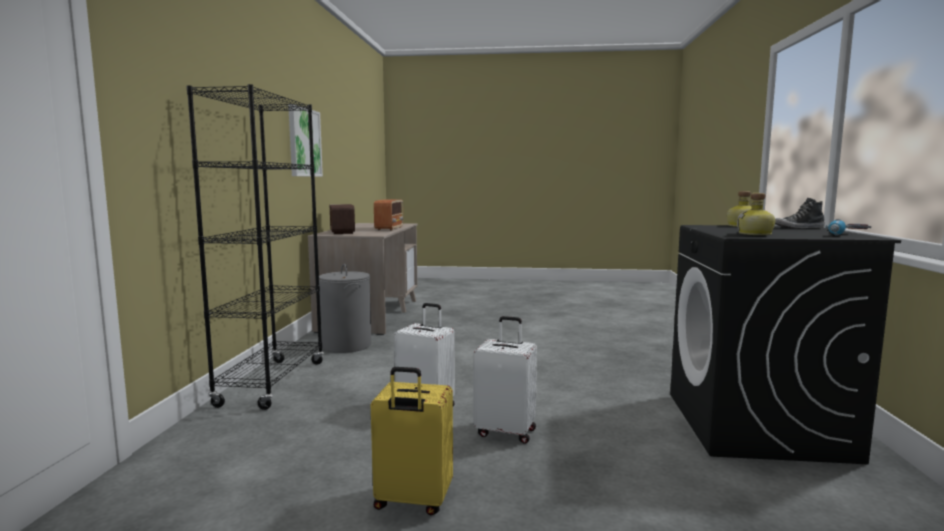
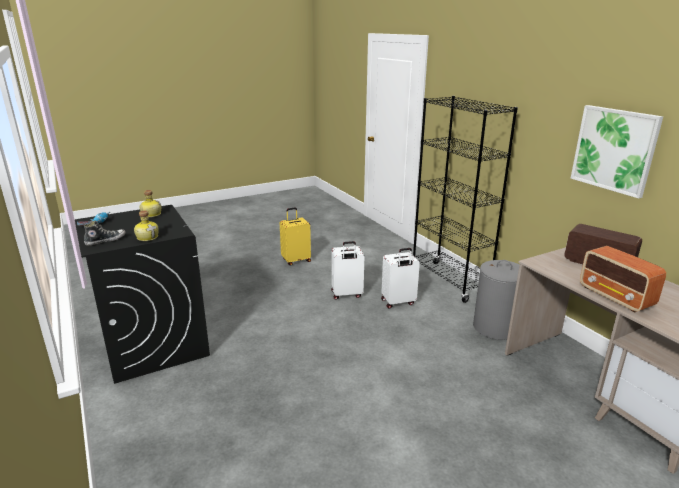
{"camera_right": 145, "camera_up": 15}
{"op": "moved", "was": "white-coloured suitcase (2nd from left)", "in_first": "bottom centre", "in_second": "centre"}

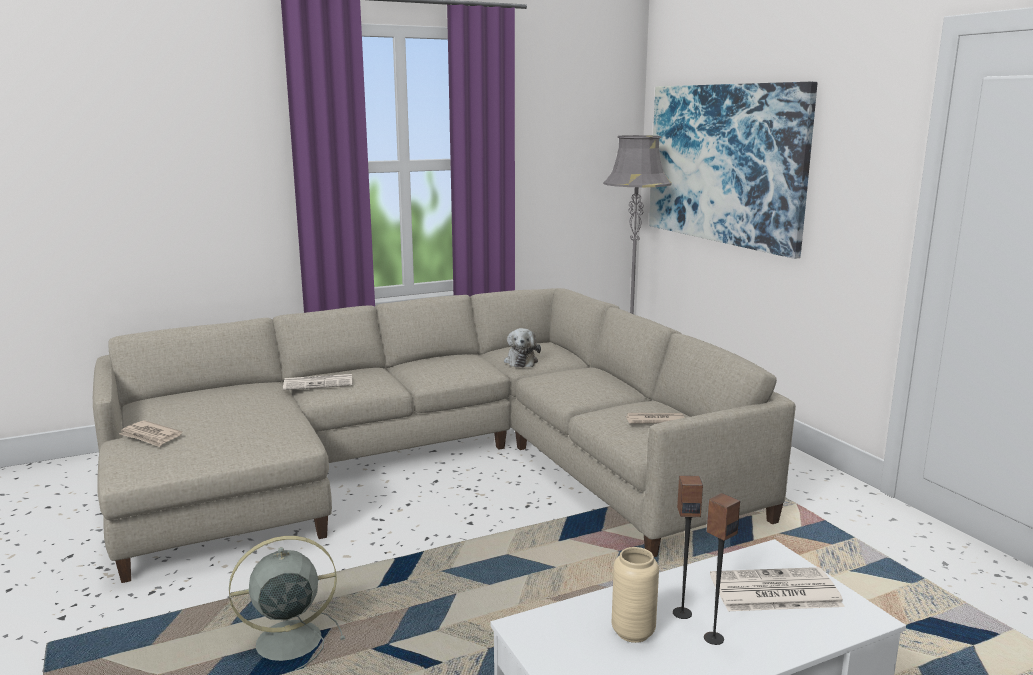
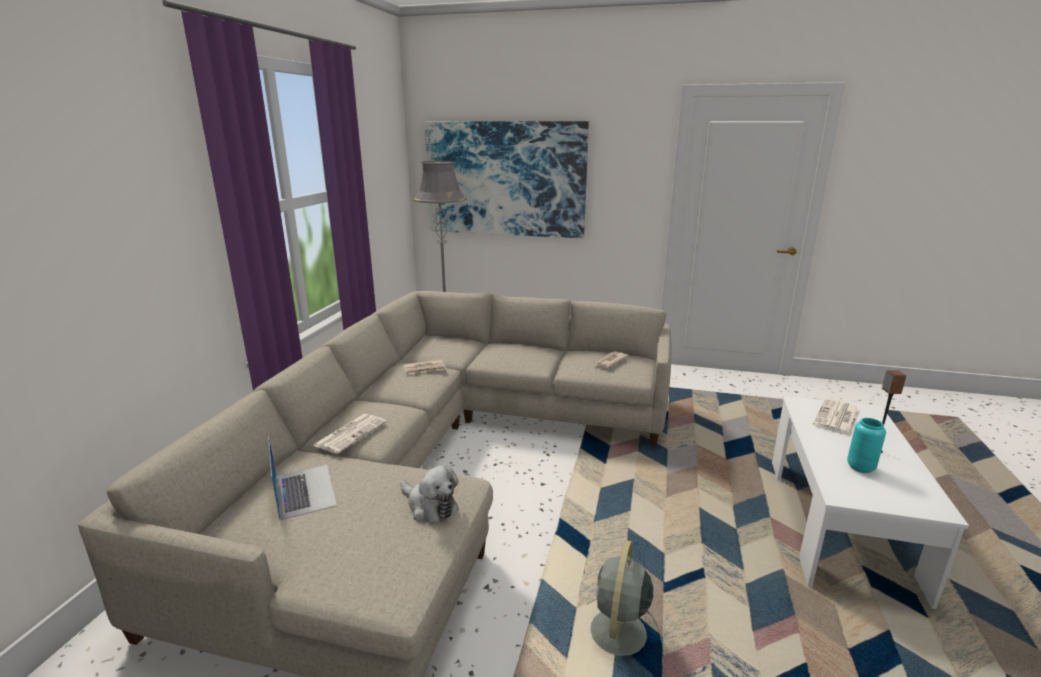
{"camera_right": -50, "camera_up": 5}
{"op": "added", "now": "notebook computer", "in_second": "bottom left"}
{"op": "moved", "was": "soft toy", "in_first": "centre", "in_second": "bottom centre"}
{"op": "moved", "was": "printed paper (1st from left in the first image)", "now": "printed paper (2nd from left)", "in_first": "middle left", "in_second": "centre"}
{"op": "recoloured", "was": "beige flower vase", "now": "blue-green flower vase", "in_first": "bottom centre", "in_second": "middle right"}
{"op": "removed", "was": "audio speaker (1st from left)", "in_first": "bottom centre"}

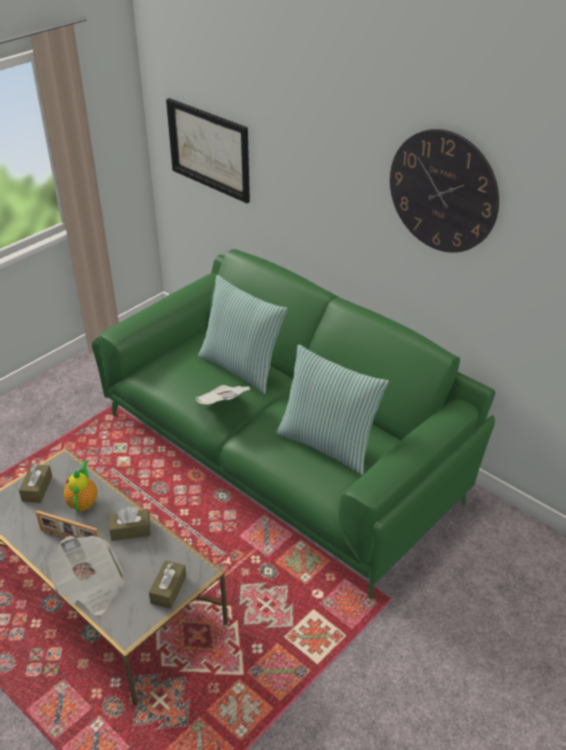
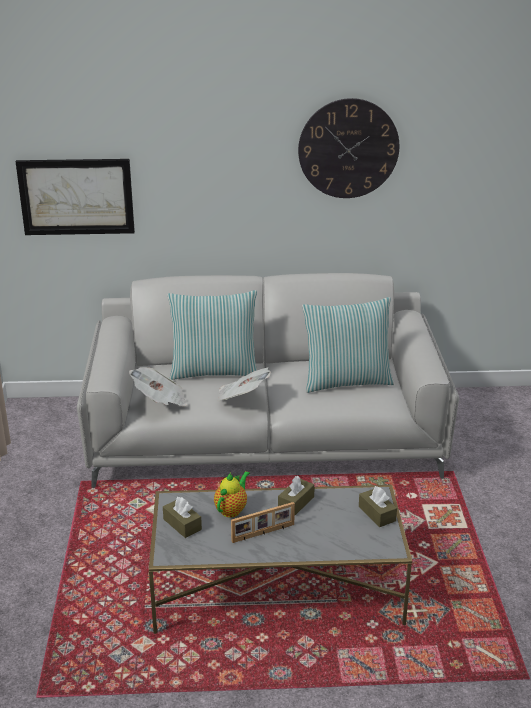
{"camera_right": -45, "camera_up": -10}
{"op": "recoloured", "was": "green-coloured sofa", "now": "greyish sofa", "in_first": "centre", "in_second": "centre"}
{"op": "moved", "was": "printed paper (1st from left)", "in_first": "bottom left", "in_second": "middle left"}
{"op": "turned", "was": "pot for tea", "in_first": "middle left", "in_second": "bottom centre", "clockwise": 75}

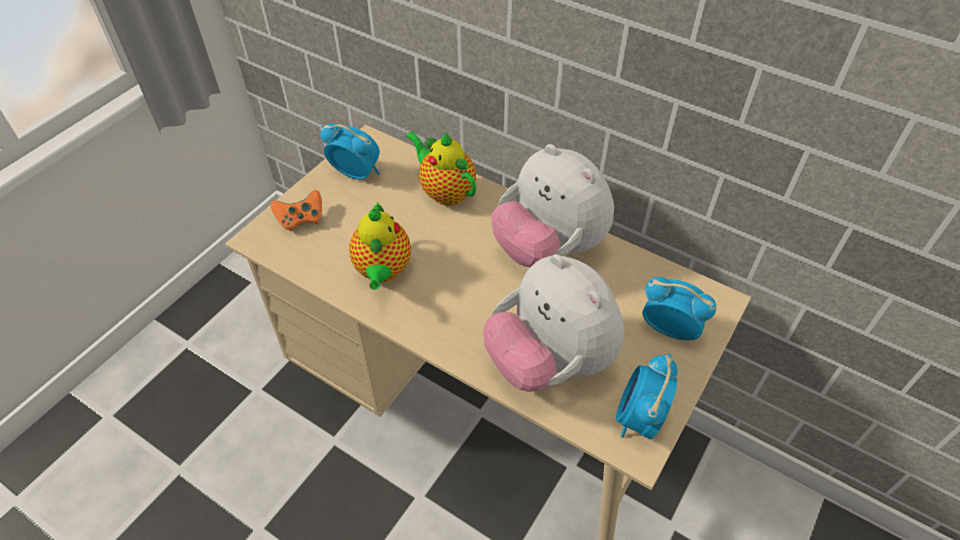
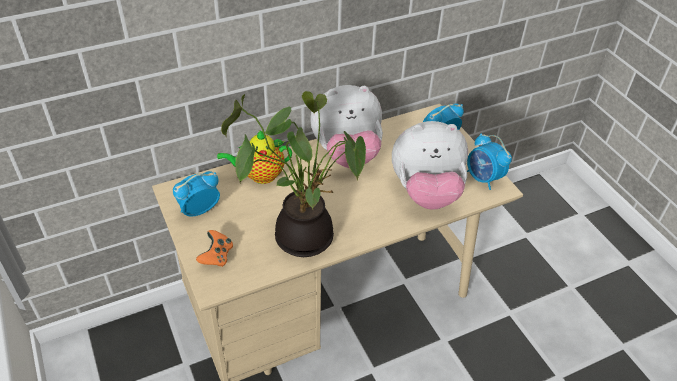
{"camera_right": -60, "camera_up": -5}
{"op": "replaced", "was": "pot for tea (1st from left)", "now": "plant in a pot", "in_first": "centre", "in_second": "centre"}

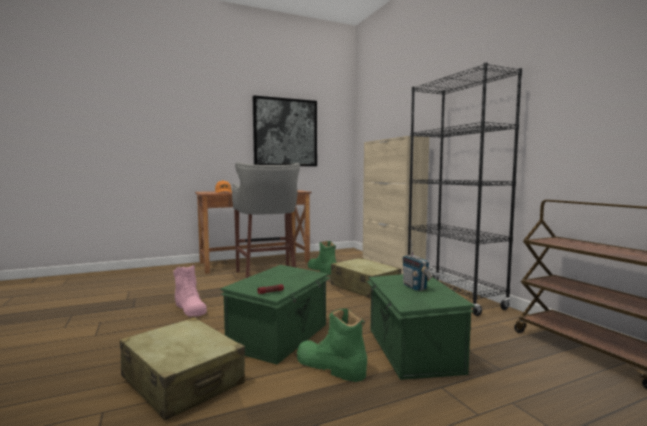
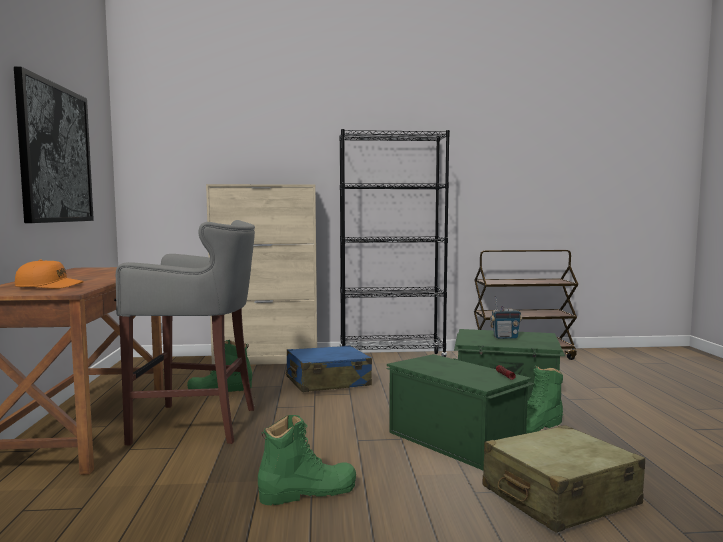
{"camera_right": -70, "camera_up": 0}
{"op": "recoloured", "was": "pink-coloured tall boot", "now": "green-coloured tall boot (2nd from left)", "in_first": "bottom left", "in_second": "bottom centre"}
{"op": "recoloured", "was": "beige suitcase (2nd from left)", "now": "blue suitcase", "in_first": "centre", "in_second": "bottom centre"}

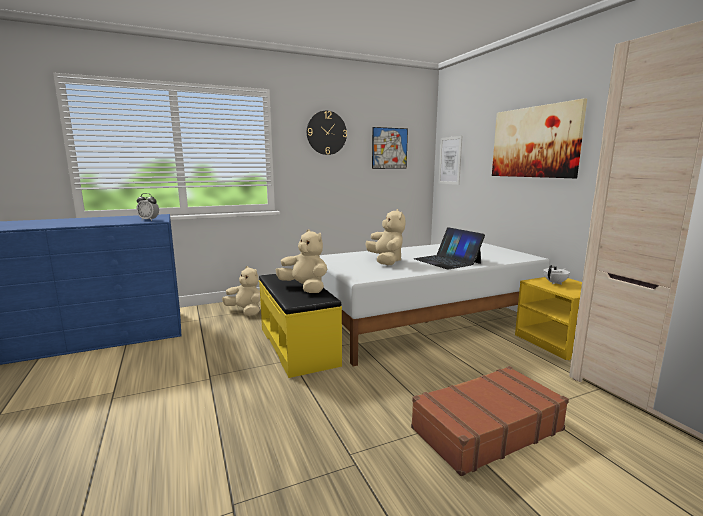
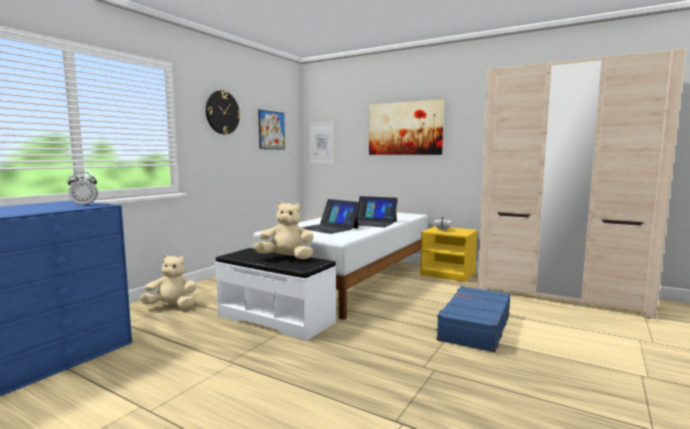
{"camera_right": -35, "camera_up": -5}
{"op": "recoloured", "was": "yellow-coloured indoor bench", "now": "white-coloured indoor bench", "in_first": "centre", "in_second": "bottom centre"}
{"op": "replaced", "was": "beige soft toy (3rd from left)", "now": "notebook computer (1st from left)", "in_first": "centre", "in_second": "centre"}
{"op": "recoloured", "was": "brownish suitcase", "now": "blue suitcase", "in_first": "bottom right", "in_second": "bottom right"}

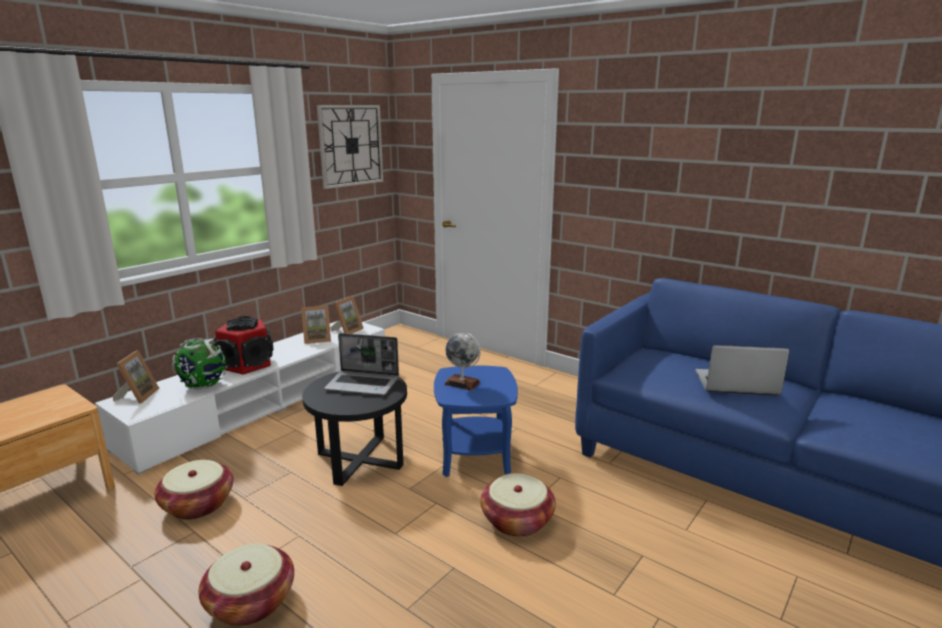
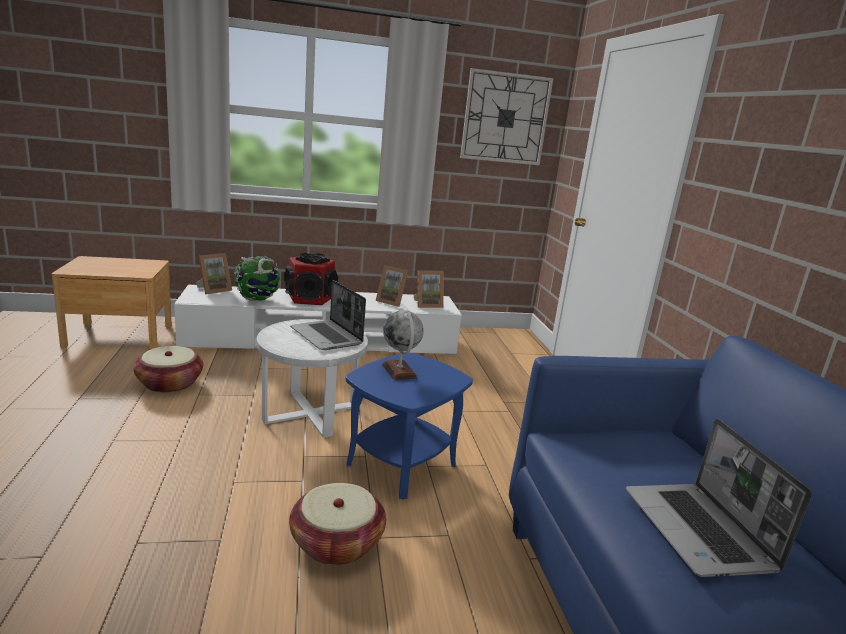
{"camera_right": 40, "camera_up": 0}
{"op": "recoloured", "was": "blackish end table", "now": "white-coloured end table", "in_first": "bottom centre", "in_second": "centre"}
{"op": "turned", "was": "notebook computer (2nd from left)", "in_first": "middle right", "in_second": "bottom right", "clockwise": -150}
{"op": "removed", "was": "basket (2nd from left)", "in_first": "bottom left"}

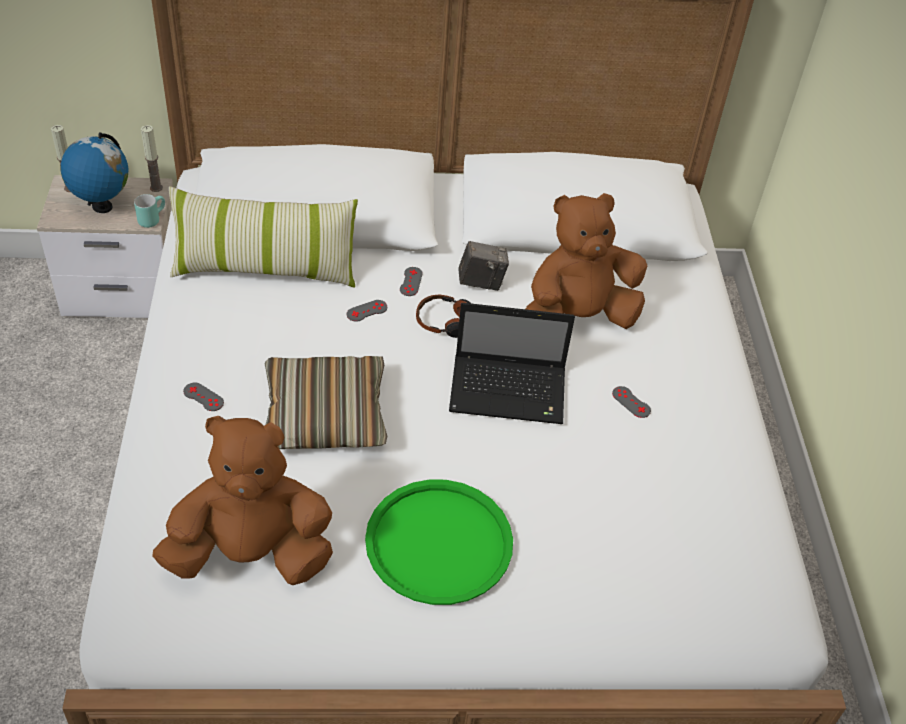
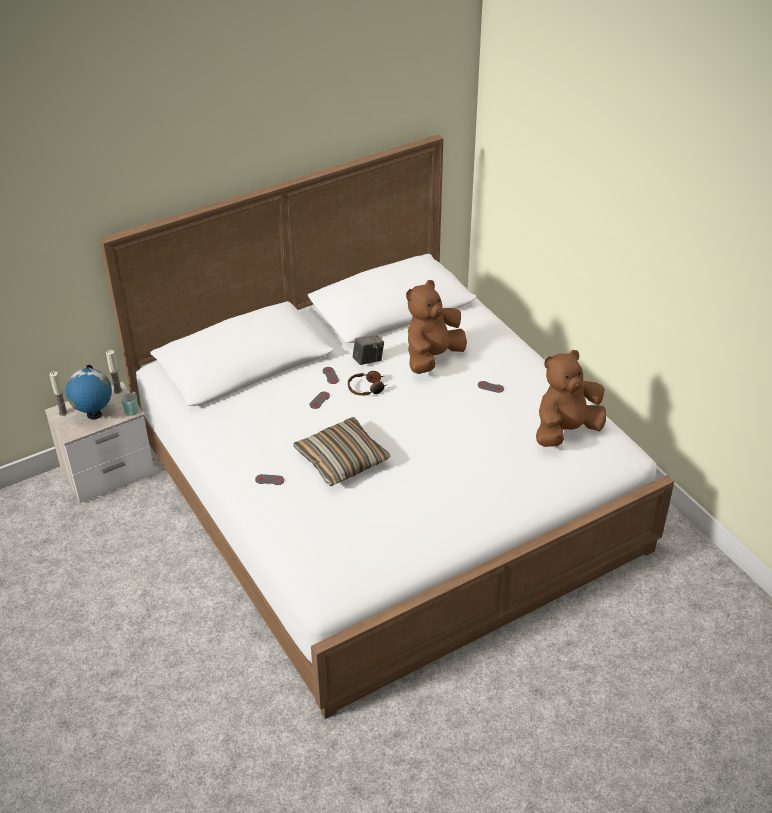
{"camera_right": -25, "camera_up": -5}
{"op": "moved", "was": "brownish soft toy (1st from left in the first image)", "now": "brownish soft toy (2nd from left)", "in_first": "bottom left", "in_second": "middle right"}
{"op": "removed", "was": "pillow (1st from left)", "in_first": "top left"}
{"op": "removed", "was": "green-coloured serving tray", "in_first": "bottom centre"}
{"op": "removed", "was": "notebook computer", "in_first": "centre"}

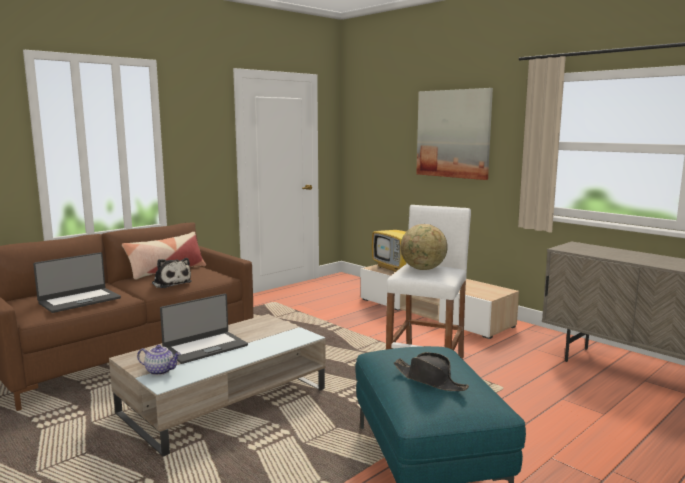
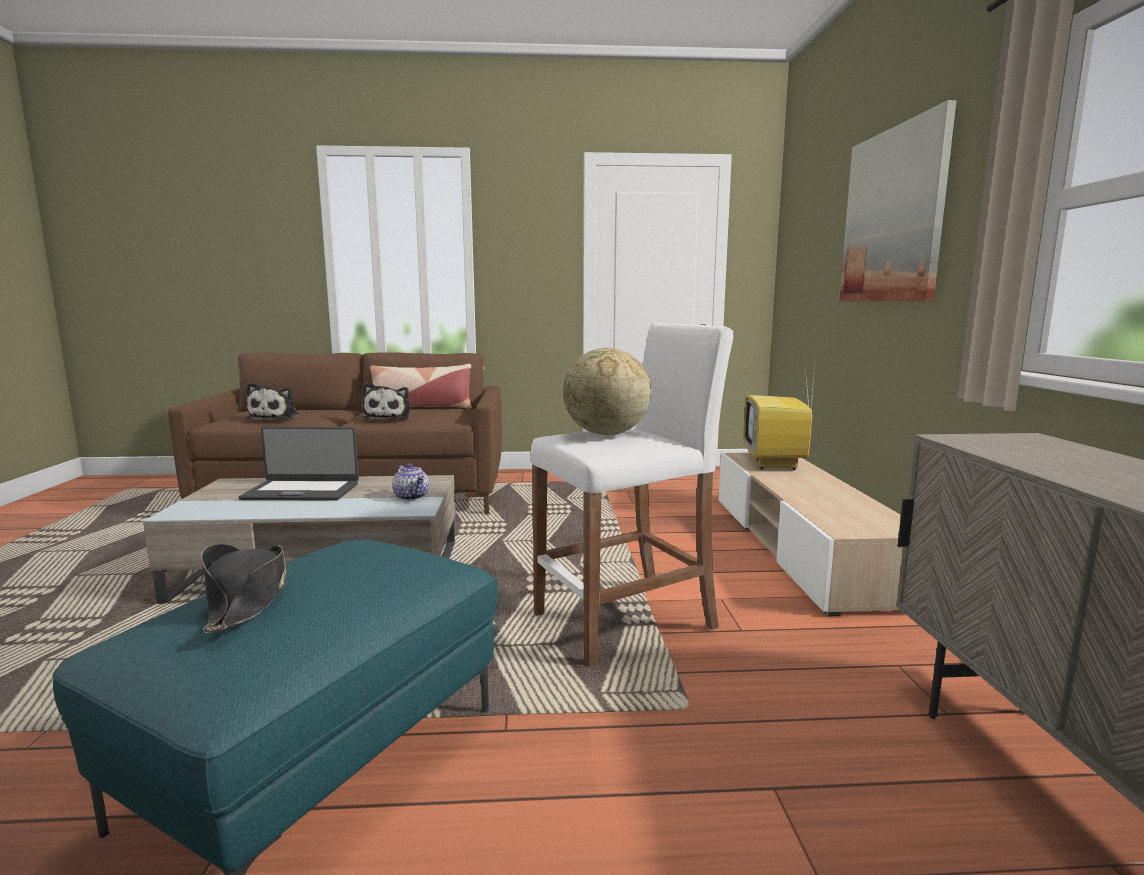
{"camera_right": 40, "camera_up": 0}
{"op": "replaced", "was": "notebook computer (1st from left)", "now": "soft toy (1st from left)", "in_first": "middle left", "in_second": "middle left"}
{"op": "moved", "was": "pot for tea", "in_first": "bottom left", "in_second": "centre"}

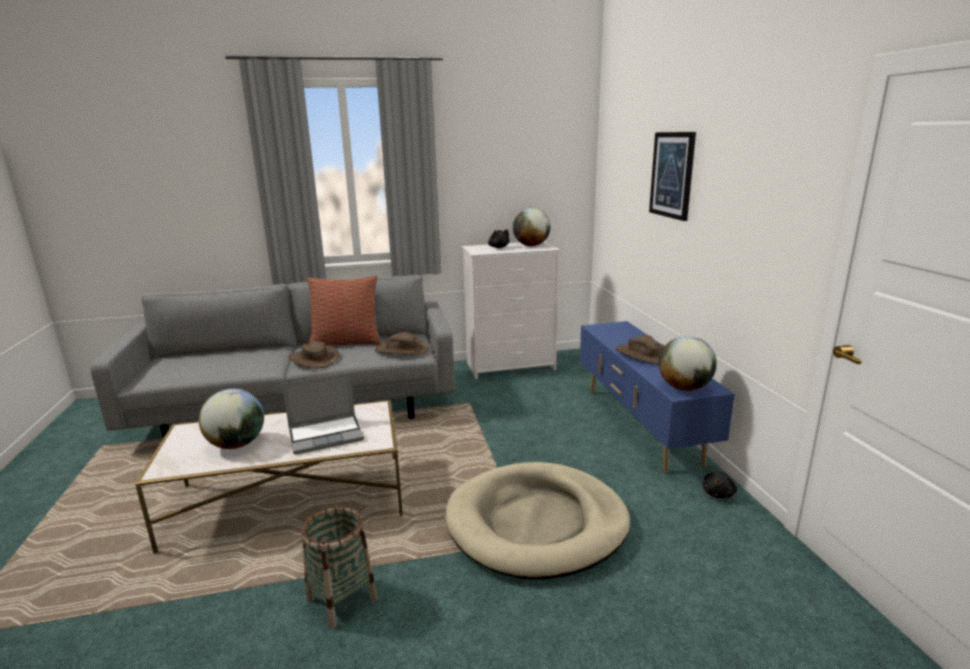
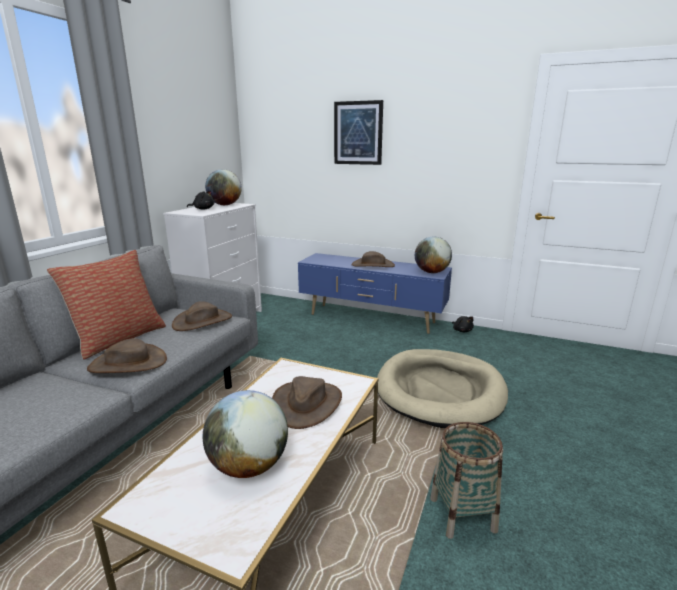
{"camera_right": -55, "camera_up": 0}
{"op": "replaced", "was": "notebook computer", "now": "brownish wearable hat (3rd from left)", "in_first": "middle left", "in_second": "bottom centre"}

